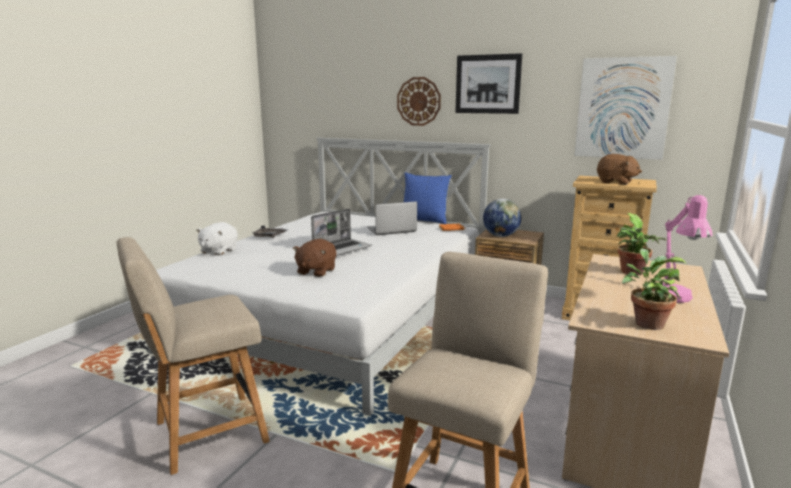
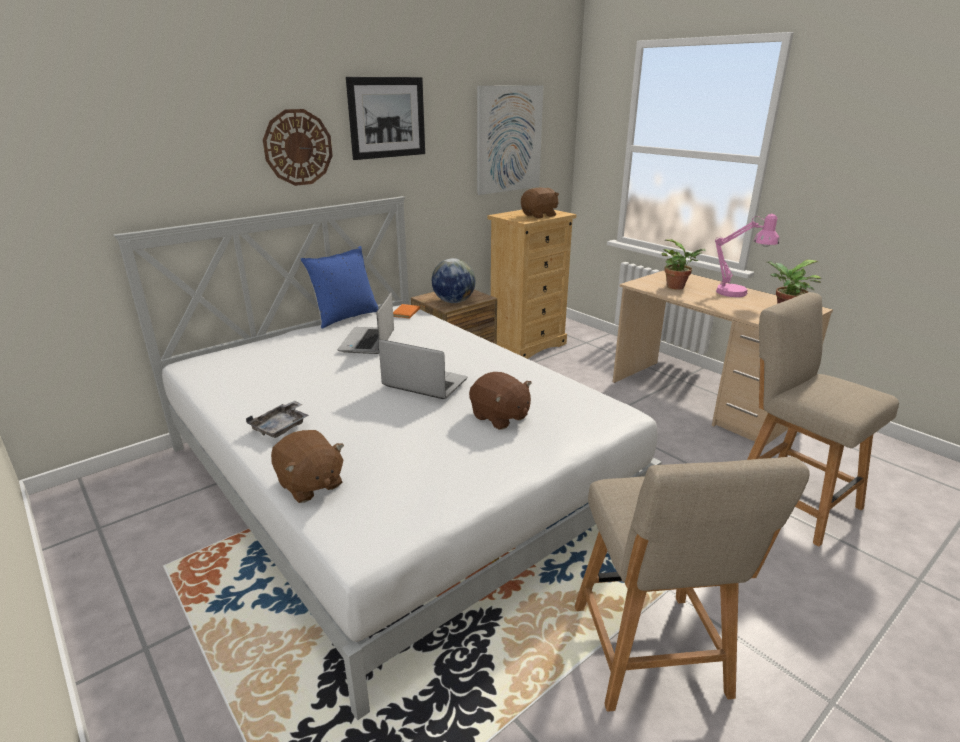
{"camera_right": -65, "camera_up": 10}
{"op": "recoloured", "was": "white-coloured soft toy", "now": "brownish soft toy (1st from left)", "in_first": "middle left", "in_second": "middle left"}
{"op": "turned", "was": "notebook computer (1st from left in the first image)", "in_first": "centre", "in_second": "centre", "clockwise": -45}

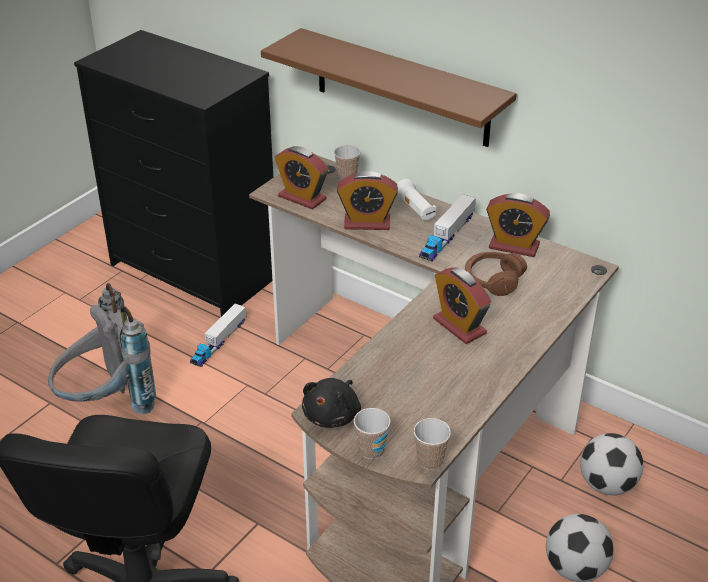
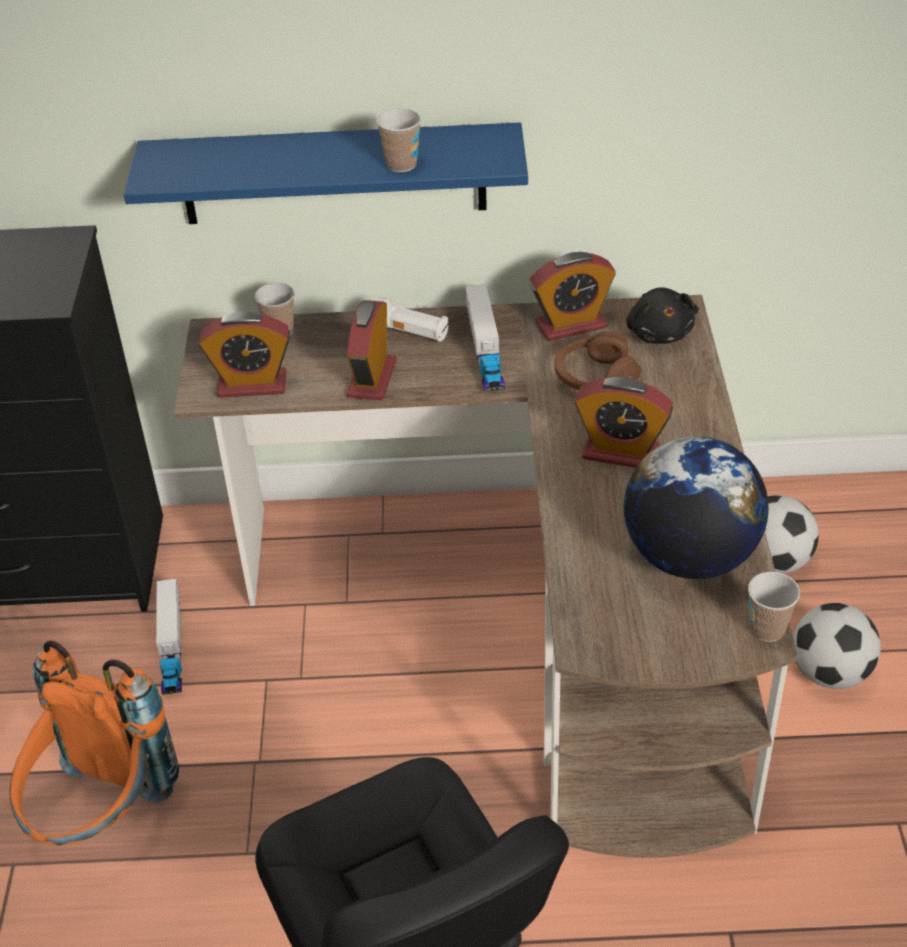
{"camera_right": -35, "camera_up": 5}
{"op": "recoloured", "was": "greyish rucksack", "now": "orange rucksack", "in_first": "middle left", "in_second": "bottom left"}
{"op": "recoloured", "was": "brownish wall shelf", "now": "blue wall shelf", "in_first": "top centre", "in_second": "top centre"}
{"op": "turned", "was": "table clock (2nd from left)", "in_first": "centre", "in_second": "centre", "clockwise": 135}
{"op": "moved", "was": "small cup (2nd from left)", "in_first": "bottom centre", "in_second": "top centre"}
{"op": "added", "now": "globe", "in_second": "middle right"}
{"op": "moved", "was": "blackish soft toy", "in_first": "bottom centre", "in_second": "top right"}

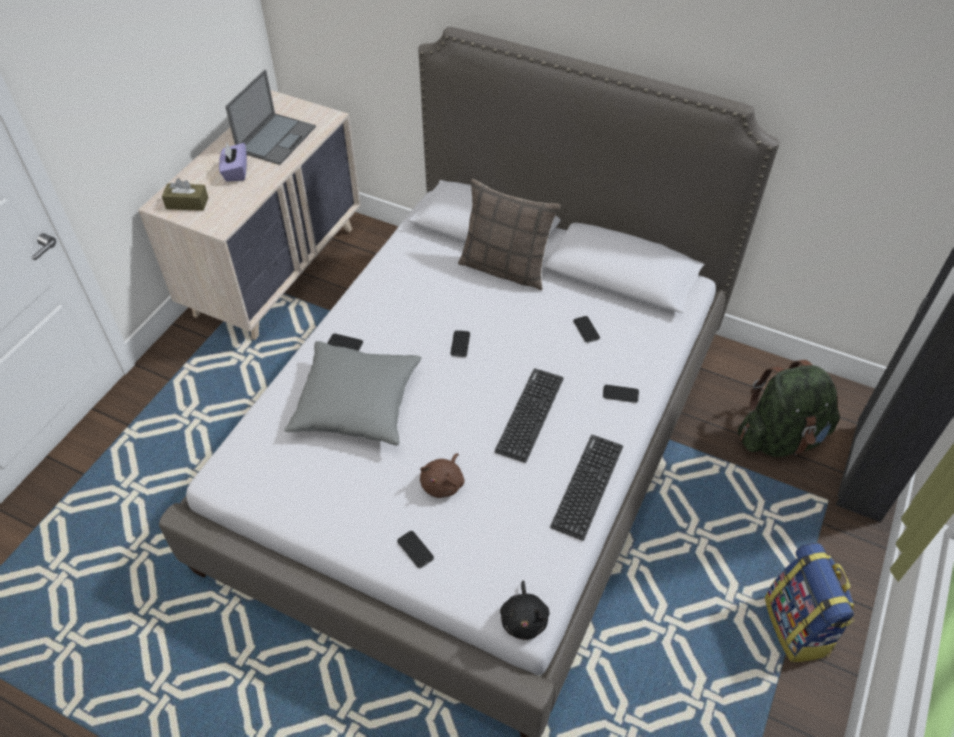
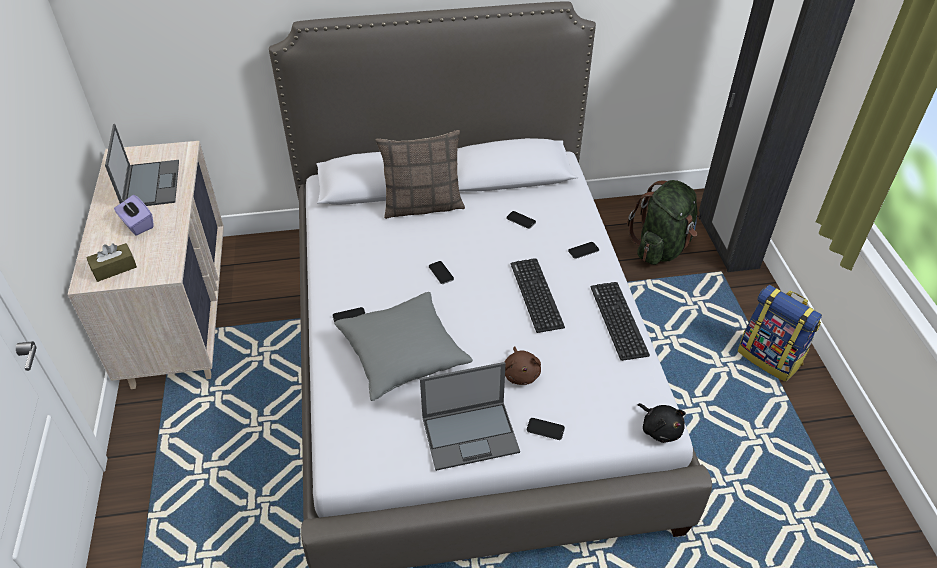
{"camera_right": -35, "camera_up": -5}
{"op": "added", "now": "notebook computer (2nd from left)", "in_second": "bottom centre"}

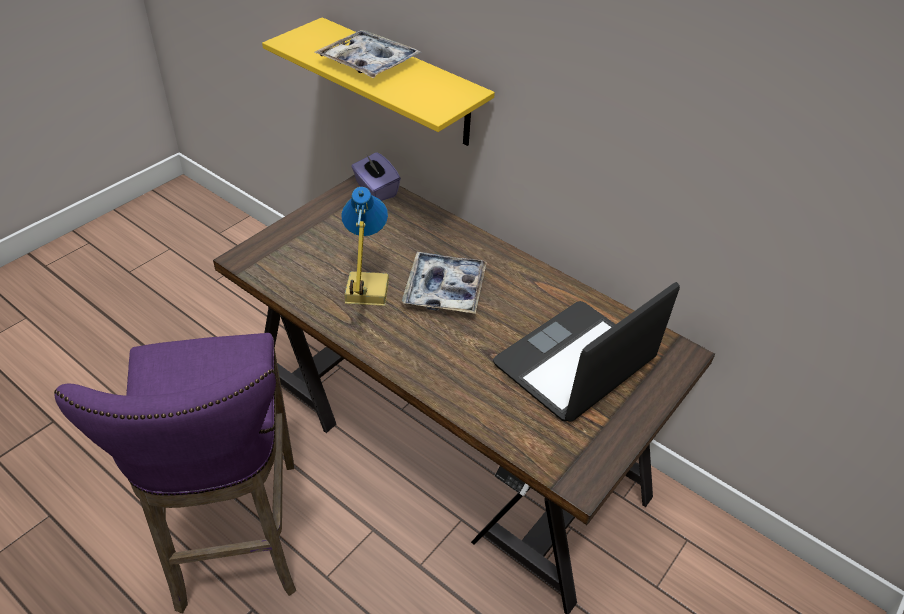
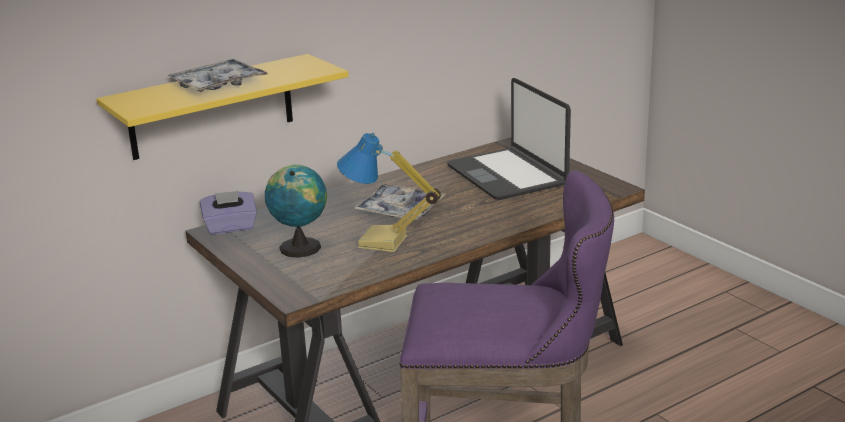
{"camera_right": -70, "camera_up": -20}
{"op": "added", "now": "globe", "in_second": "centre"}

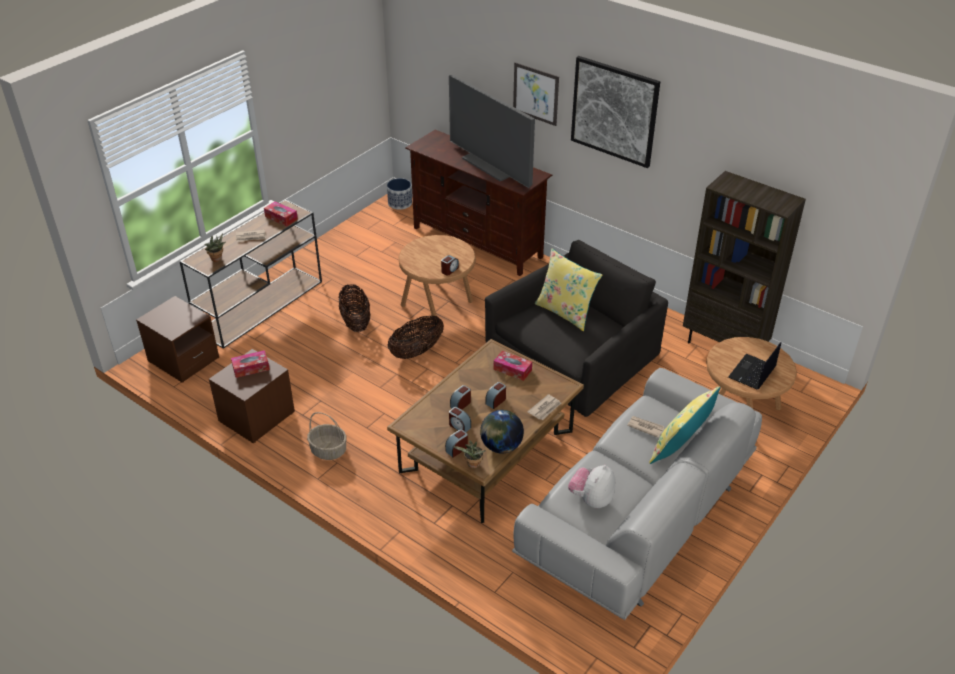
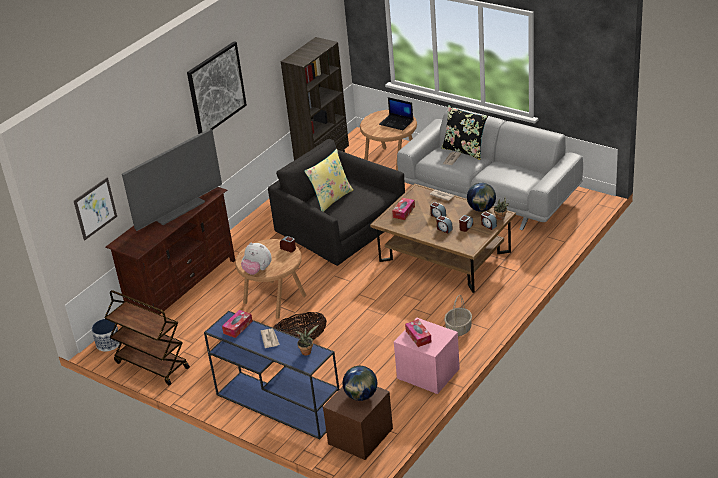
{"camera_right": -90, "camera_up": -5}
{"op": "moved", "was": "wall art (1st from left)", "in_first": "top centre", "in_second": "middle left"}
{"op": "added", "now": "brownish trolley", "in_second": "bottom left"}
{"op": "recoloured", "was": "brownish hall table", "now": "blue hall table", "in_first": "middle left", "in_second": "bottom centre"}
{"op": "moved", "was": "soft toy", "in_first": "bottom centre", "in_second": "centre"}
{"op": "added", "now": "globe (1st from left)", "in_second": "bottom centre"}
{"op": "recoloured", "was": "brownish bedside table (2nd from left)", "now": "pink-coloured bedside table", "in_first": "middle left", "in_second": "bottom centre"}
{"op": "recoloured", "was": "yellow-coloured pillow (2nd from left)", "now": "blackish pillow", "in_first": "middle right", "in_second": "top centre"}
{"op": "removed", "was": "basket (3rd from left)", "in_first": "centre"}

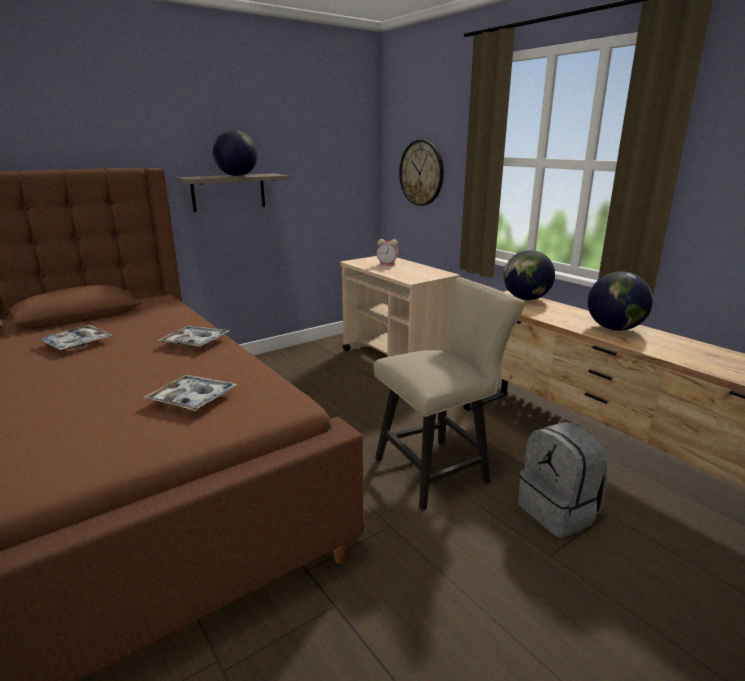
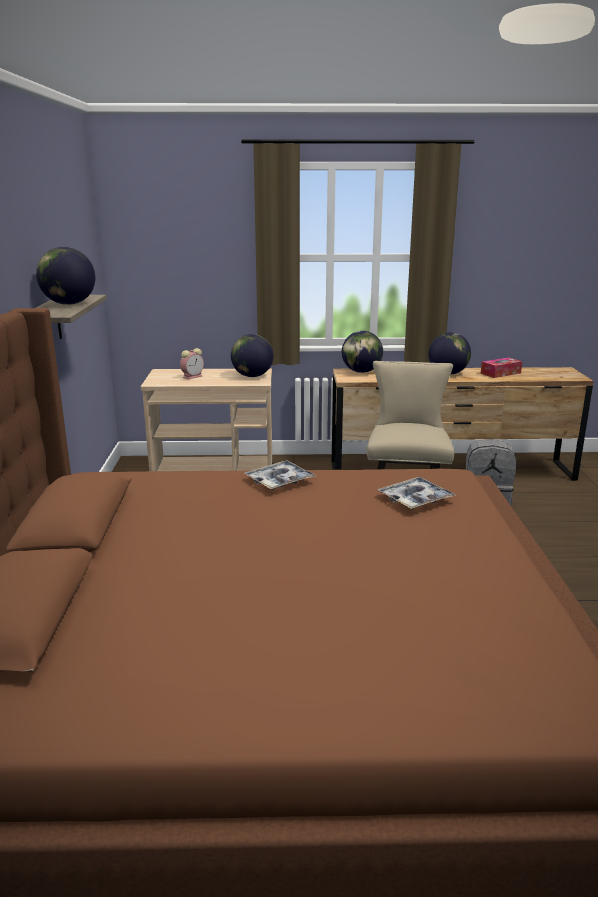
{"camera_right": -55, "camera_up": 0}
{"op": "added", "now": "globe (2nd from left)", "in_second": "centre"}
{"op": "added", "now": "tissue box", "in_second": "middle right"}
{"op": "removed", "was": "serving tray (1st from left)", "in_first": "middle left"}
{"op": "removed", "was": "wall clock", "in_first": "top centre"}

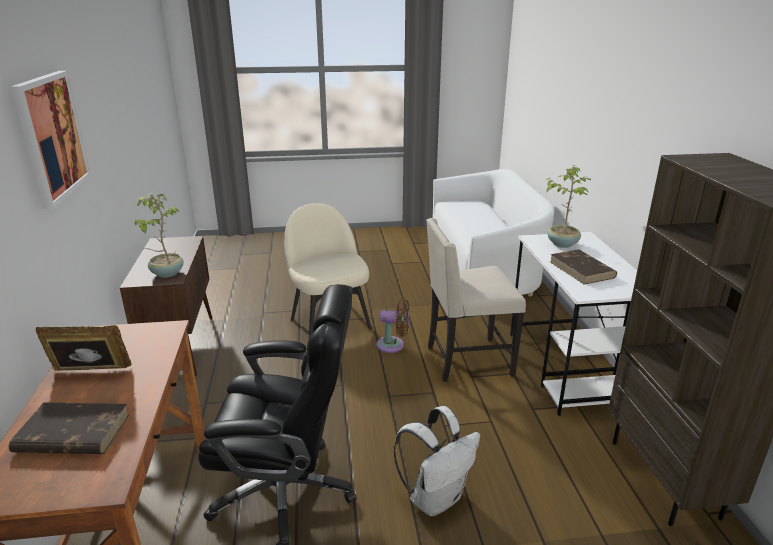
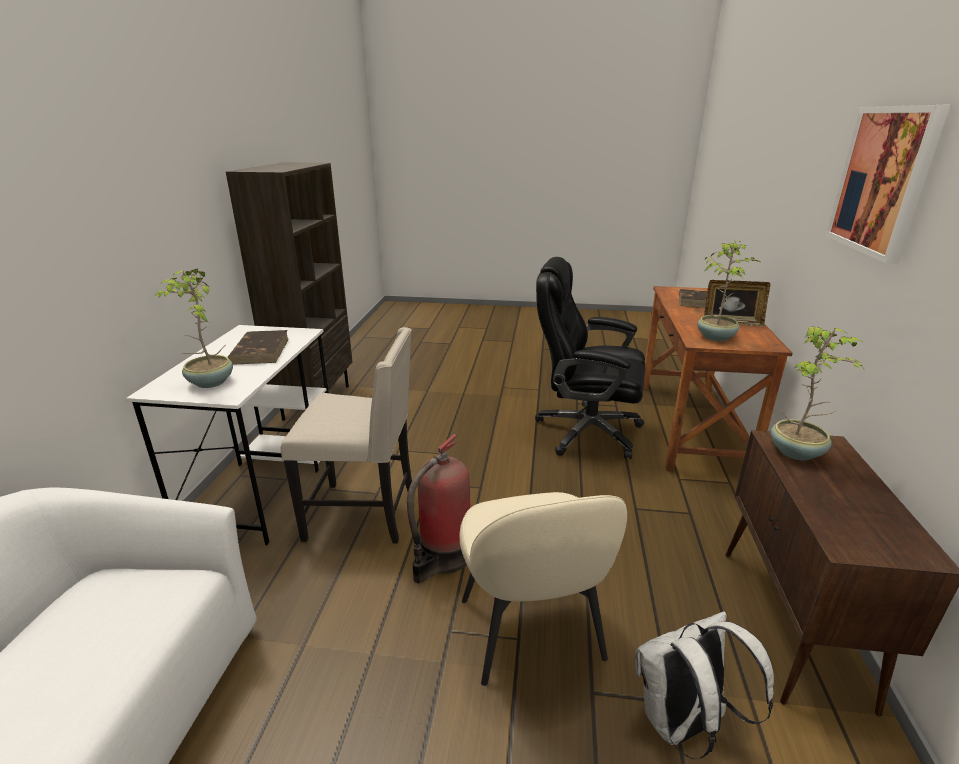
{"camera_right": -165, "camera_up": 0}
{"op": "replaced", "was": "brownish electric fan", "now": "extinguisher", "in_first": "centre", "in_second": "centre"}
{"op": "moved", "was": "white-coloured rucksack", "in_first": "bottom centre", "in_second": "bottom right"}
{"op": "added", "now": "plant in a pot (2nd from left)", "in_second": "middle right"}

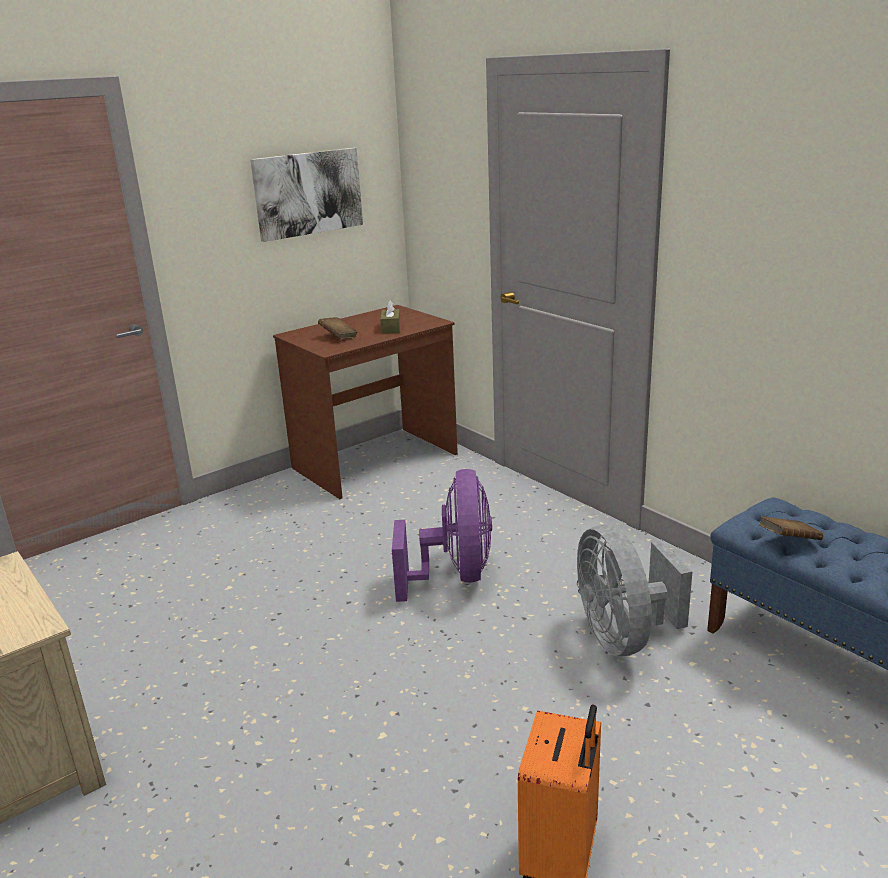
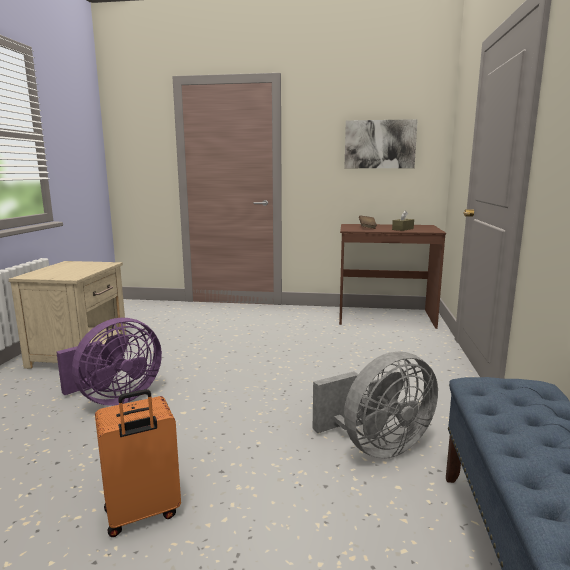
{"camera_right": 45, "camera_up": -10}
{"op": "moved", "was": "purple-coloured electric fan", "in_first": "centre", "in_second": "middle left"}
{"op": "turned", "was": "greyish electric fan", "in_first": "bottom right", "in_second": "bottom centre", "clockwise": -150}
{"op": "removed", "was": "brownish bound book (2nd from left)", "in_first": "middle right"}

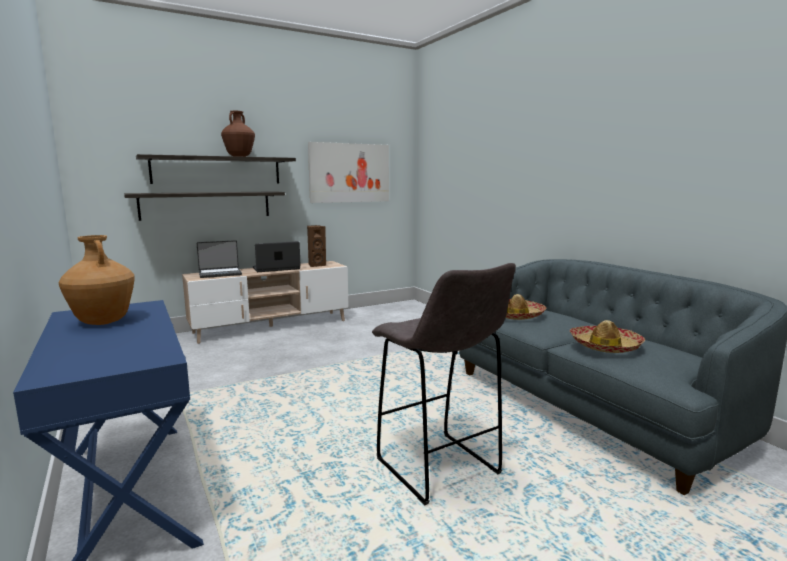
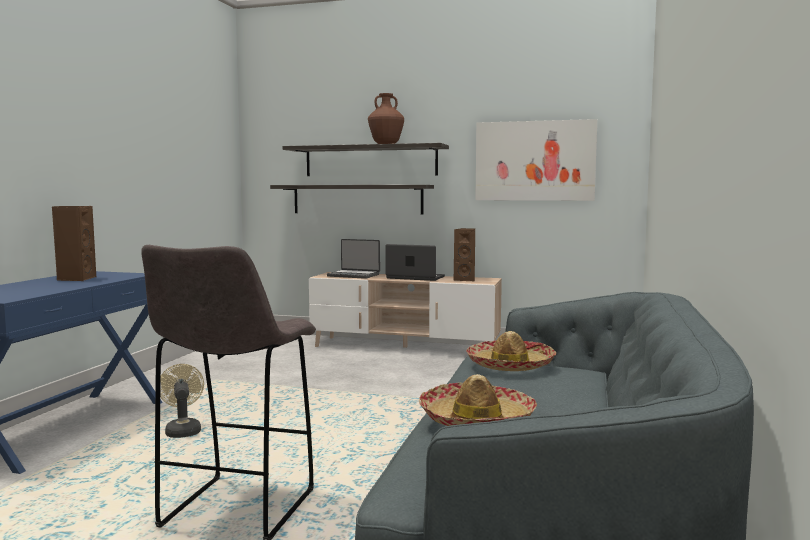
{"camera_right": 45, "camera_up": -5}
{"op": "replaced", "was": "brownish flower vase (1st from left)", "now": "brownish audio speaker (1st from left)", "in_first": "middle left", "in_second": "middle left"}
{"op": "added", "now": "beige electric fan", "in_second": "bottom left"}

